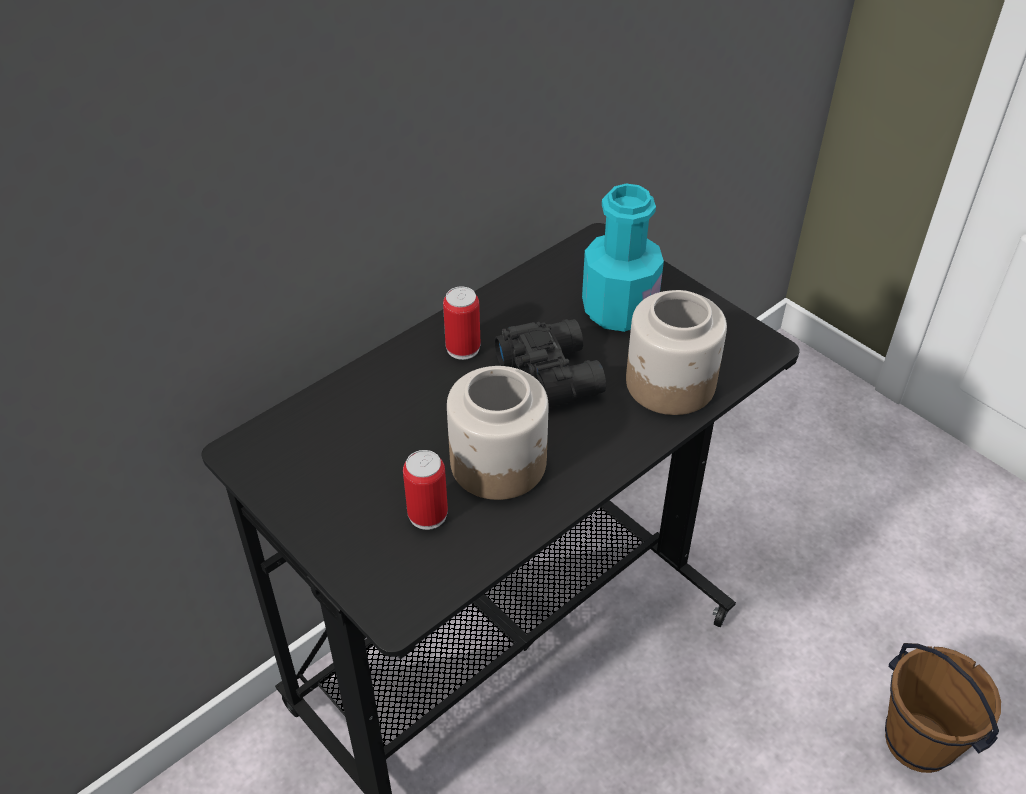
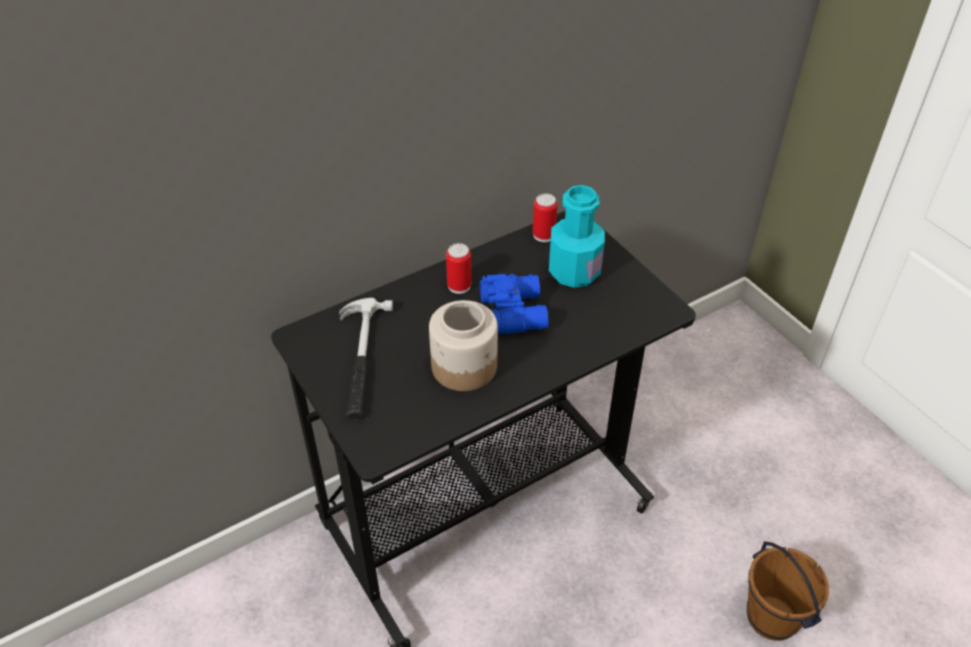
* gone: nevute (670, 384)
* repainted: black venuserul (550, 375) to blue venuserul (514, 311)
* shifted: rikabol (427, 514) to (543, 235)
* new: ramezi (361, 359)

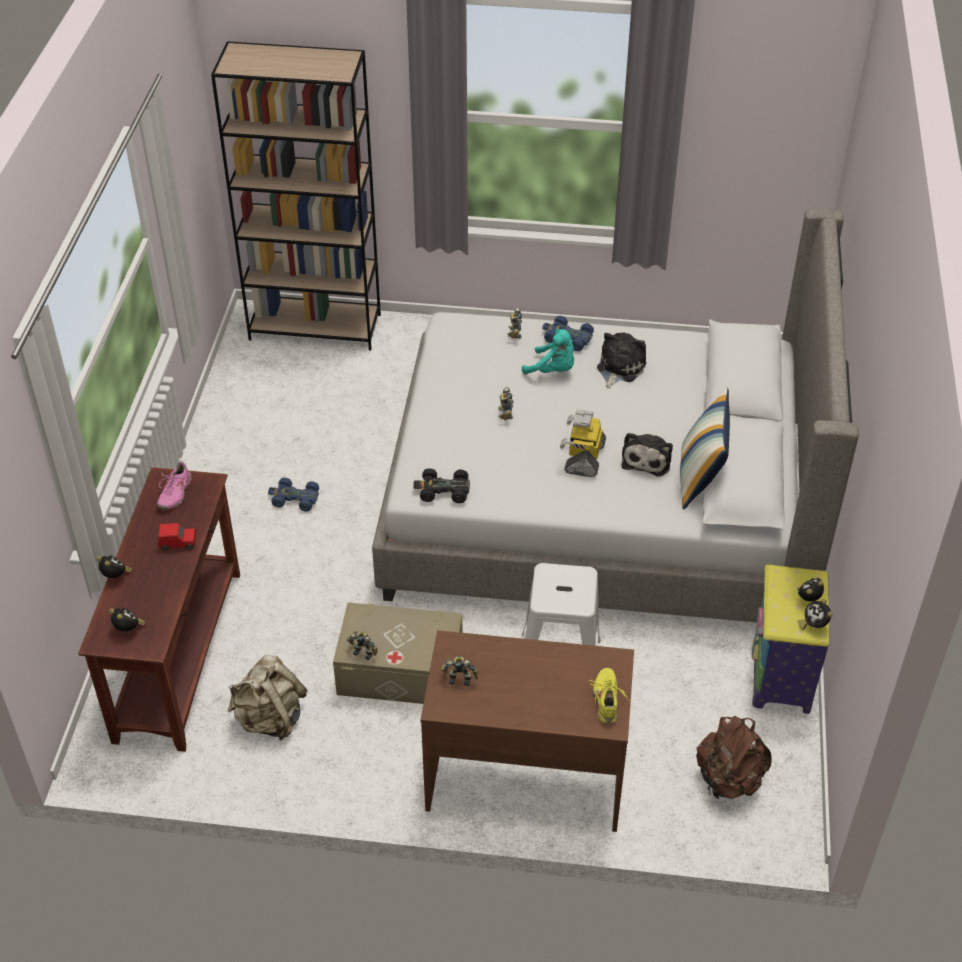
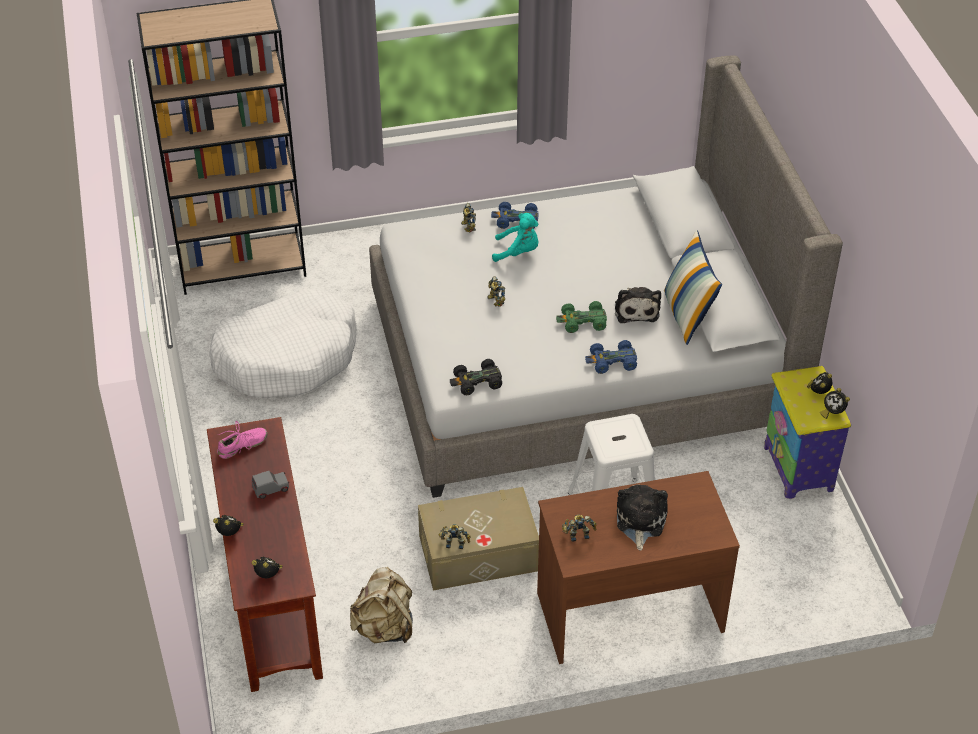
* shifted: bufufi (619, 368) to (640, 521)
* swapped: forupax (583, 457) to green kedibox (582, 322)
* rotated: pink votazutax (175, 493) = (242, 446) 120 degrees counterclockwise
* shifted: blue kedibox (294, 499) to (612, 362)
* repainted: red kedibox (178, 543) to grey kedibox (271, 489)
* gone: yellow votazutax (607, 699)
* gone: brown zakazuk (728, 779)
* new: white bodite (287, 357)

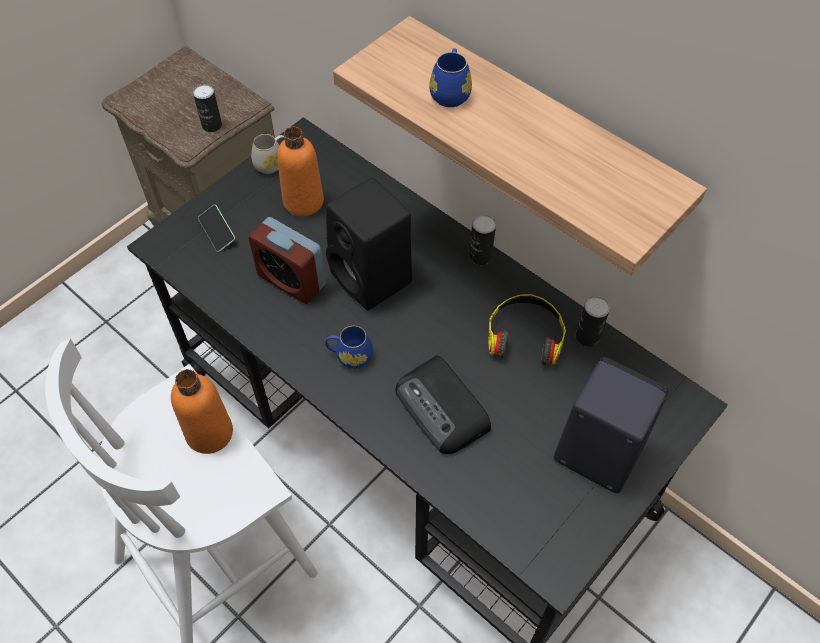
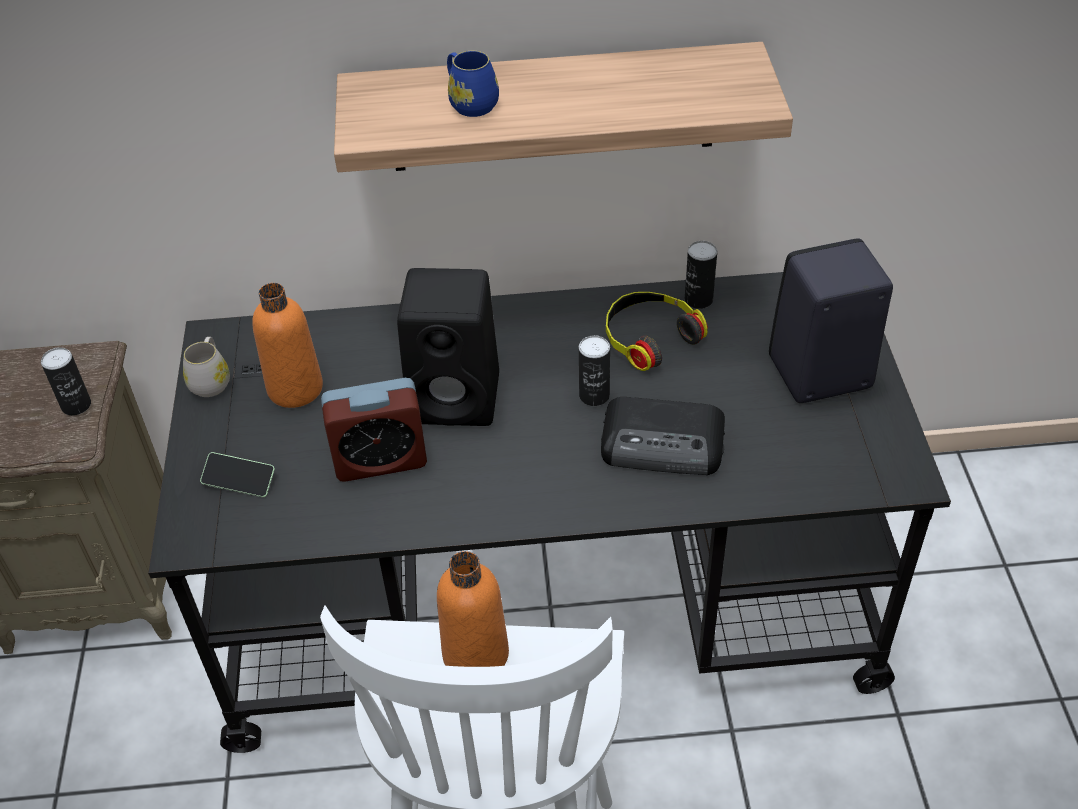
* shifted: rikabol (480, 256) to (594, 395)
* gone: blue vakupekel (350, 356)

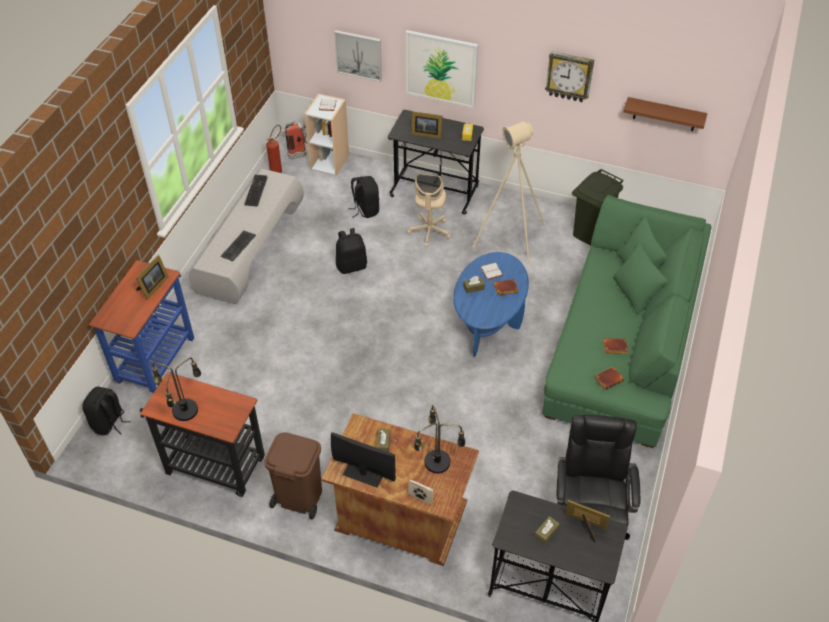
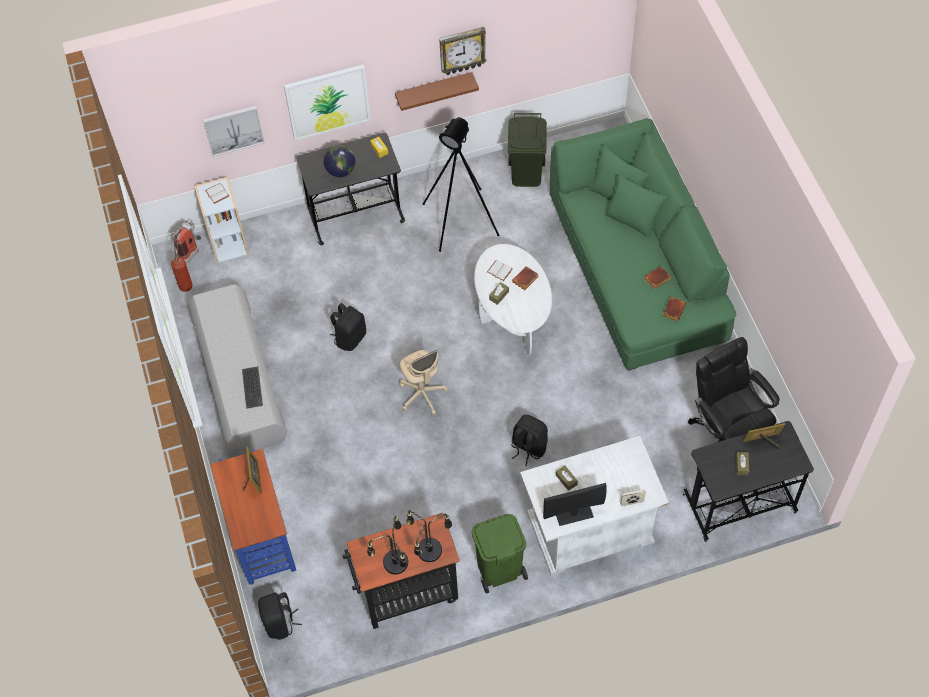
* shifted: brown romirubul (665, 114) to (434, 90)
* swapped: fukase (425, 133) to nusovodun (341, 170)
* repainted: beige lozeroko (508, 236) to black lozeroko (460, 220)
* shifted: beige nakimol (429, 232) to (422, 394)
* gone: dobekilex (255, 190)
* shifted: black zakazuk (365, 209) to (528, 447)
* repainted: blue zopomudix (488, 321) to white zopomudix (513, 314)
* shifted: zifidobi (437, 461) to (429, 550)
* repainted: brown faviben (401, 515) to white faviben (589, 526)
* repainted: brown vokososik (299, 497) to green vokososik (499, 569)

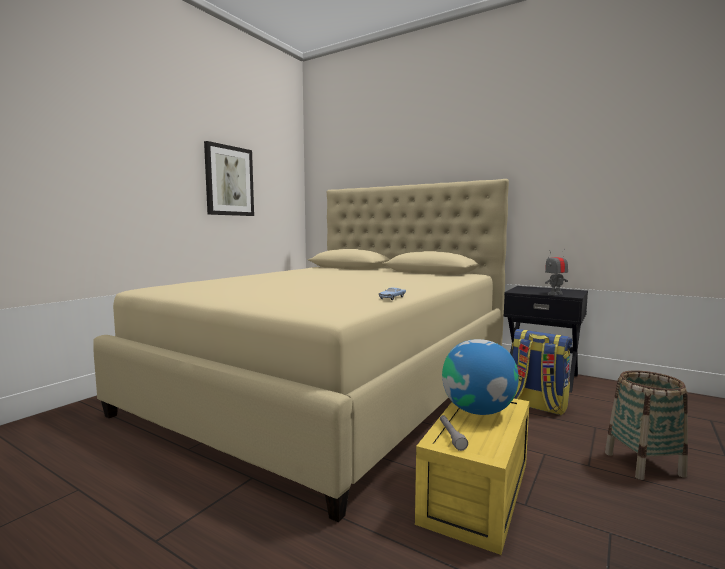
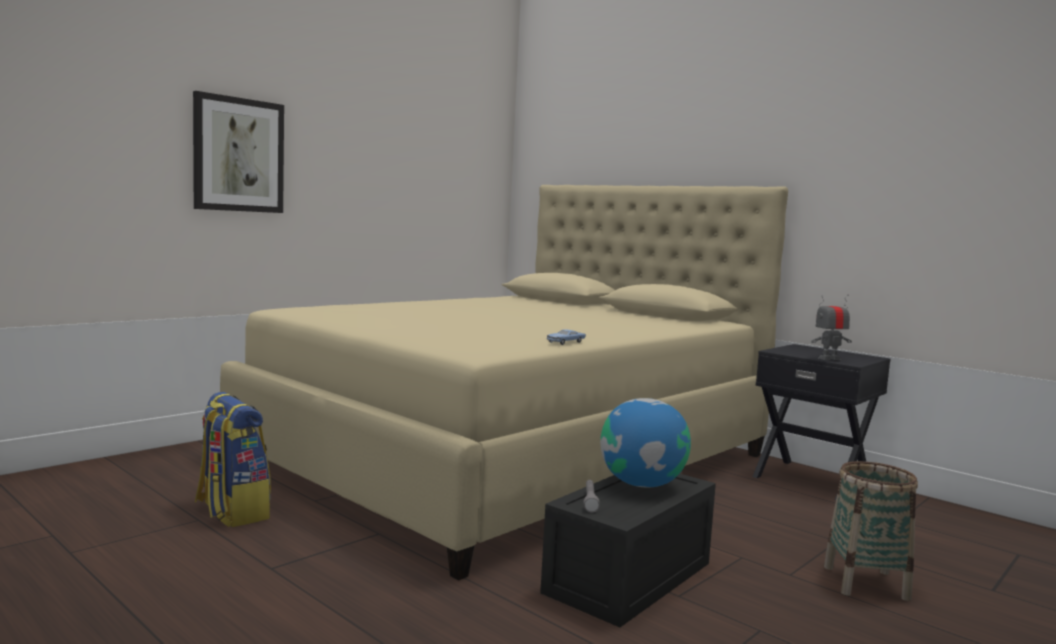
* shifted: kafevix (229, 181) to (238, 155)
* shifted: zakazuk (536, 405) to (231, 512)
* repainted: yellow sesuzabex (478, 493) to black sesuzabex (630, 579)

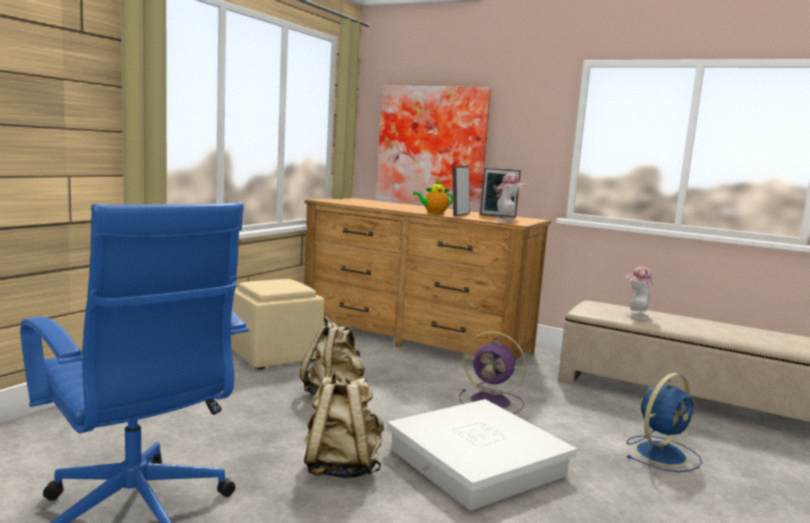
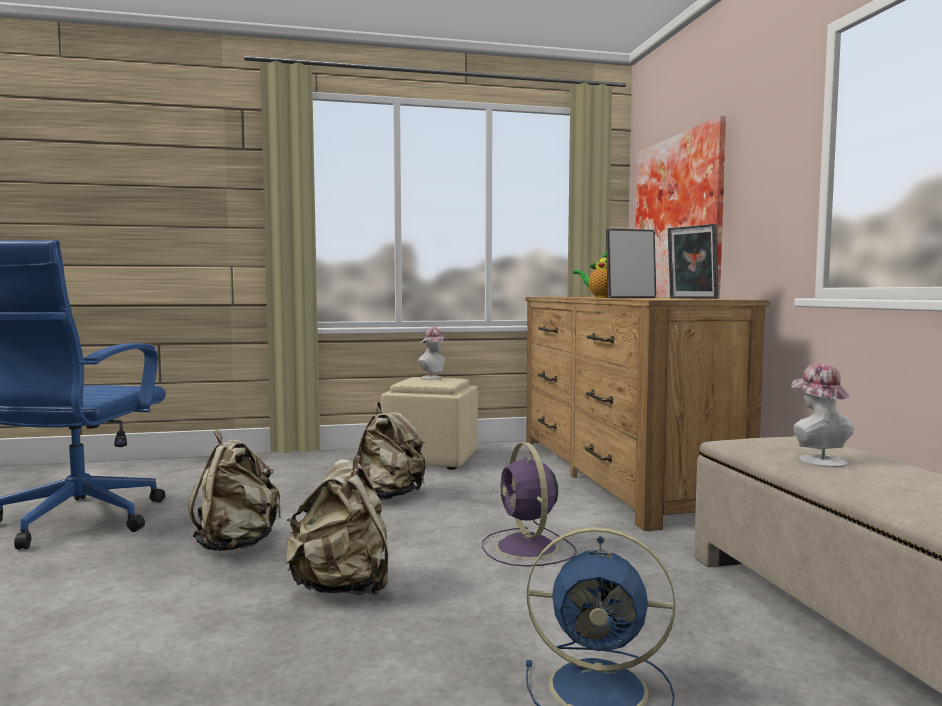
* shifted: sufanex (507, 221) to (434, 378)
* swapped: white sesuzabex (478, 463) to beige zakazuk (343, 587)

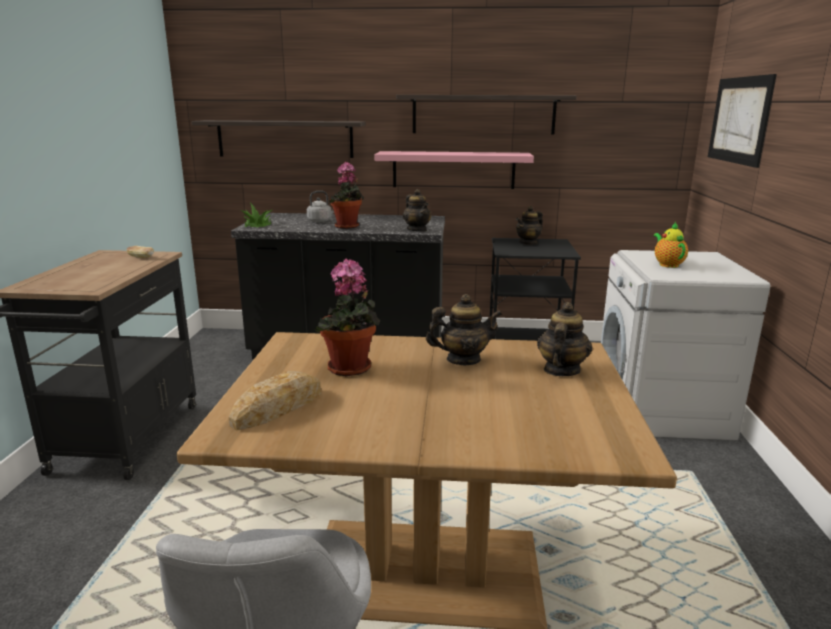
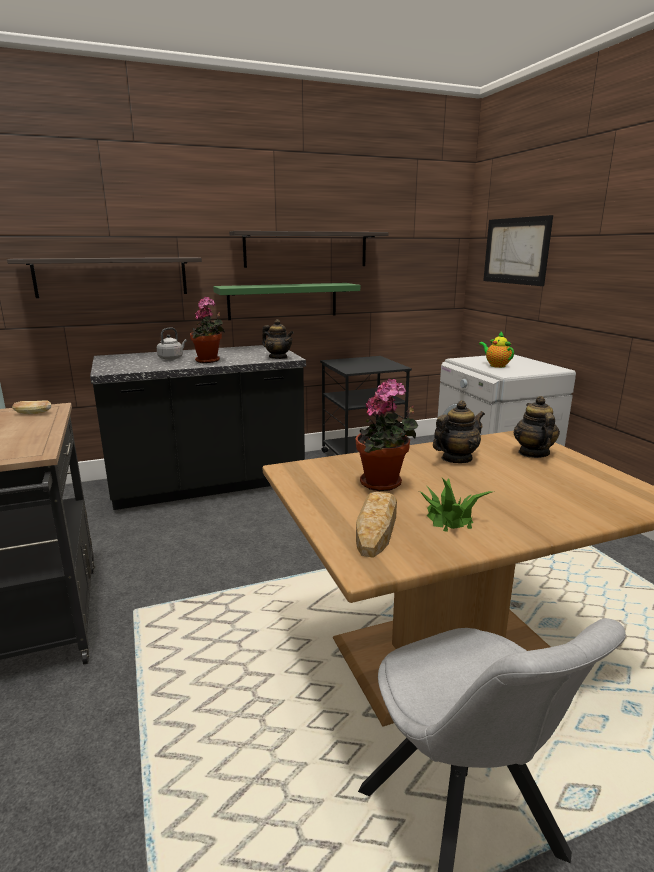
* repainted: pink romirubul (453, 170) to green romirubul (283, 301)
* shifted: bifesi (257, 225) to (449, 518)
* gone: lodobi (528, 243)

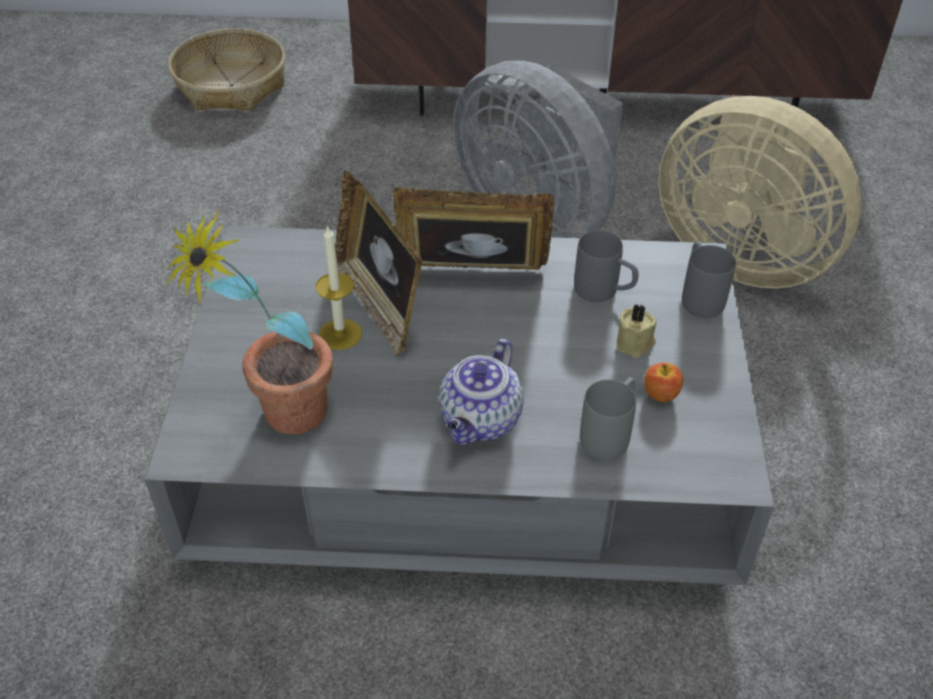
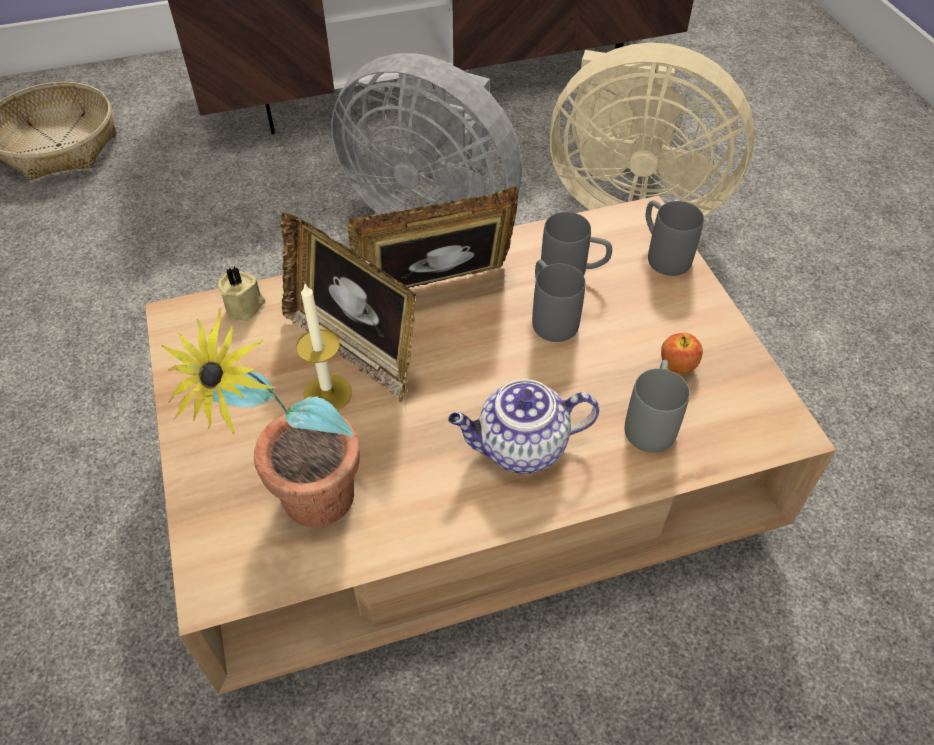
* repainted: grey zopomudix (466, 453) to brown zopomudix (466, 469)
* shifted: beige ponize (635, 343) to (245, 306)
* rotated: lodobi (481, 422) = (520, 448) 75 degrees clockwise
* new: grey vakupekel (550, 317)

